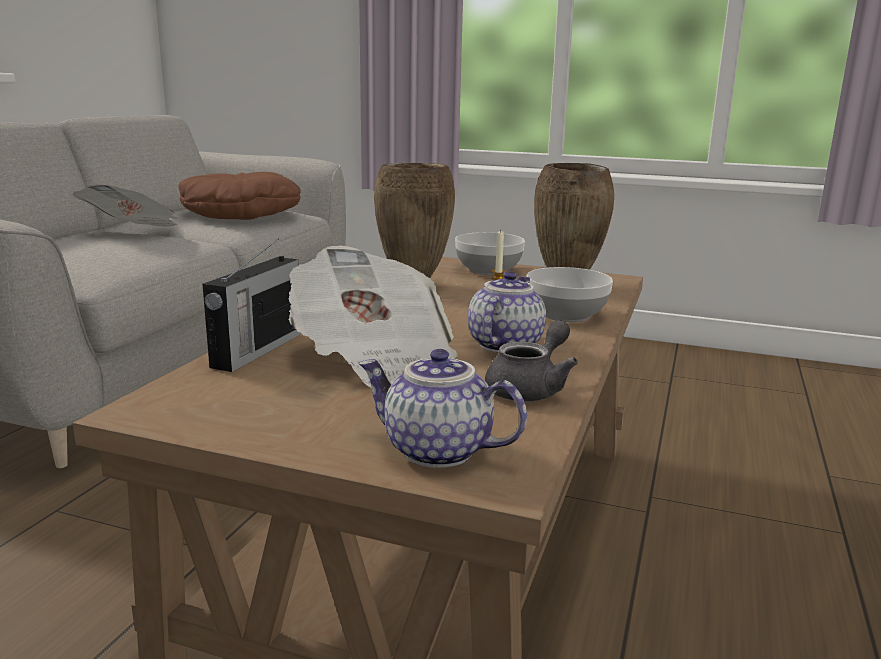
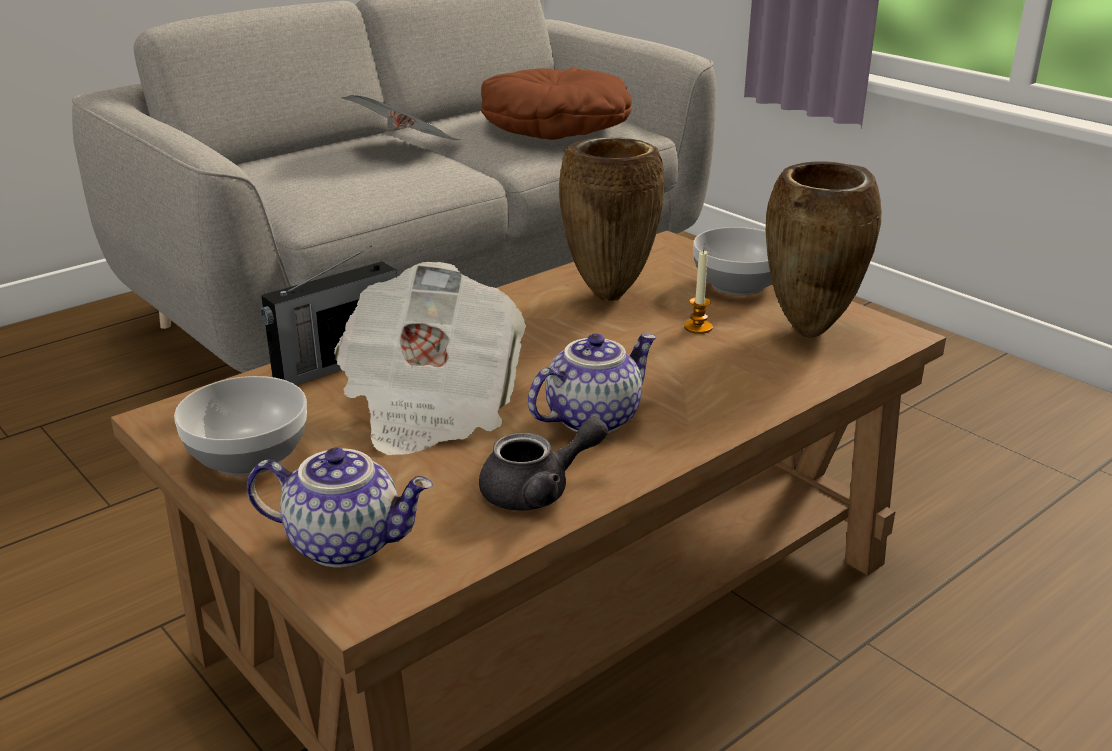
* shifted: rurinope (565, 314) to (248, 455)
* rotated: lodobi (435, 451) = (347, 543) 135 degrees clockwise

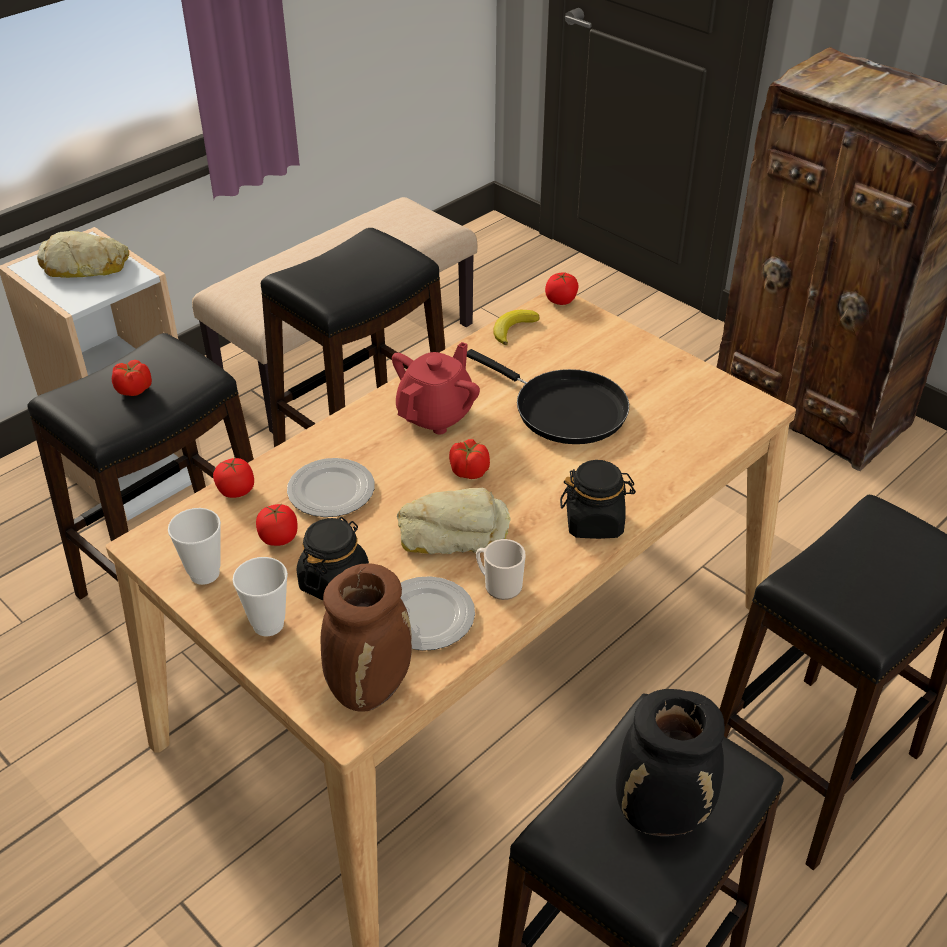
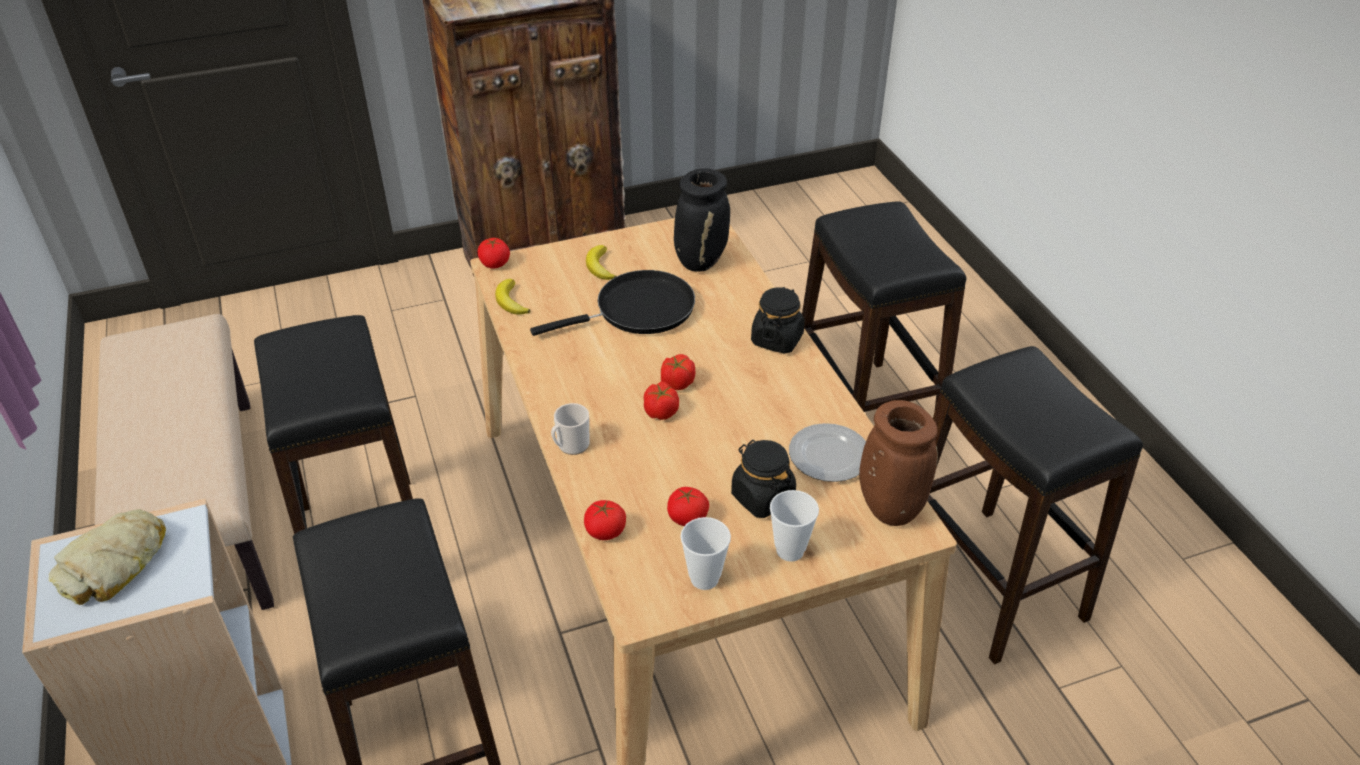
* gone: red lodobi (436, 414)
* shifted: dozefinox (134, 389) to (661, 411)
* gone: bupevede (330, 491)
* gone: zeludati (453, 531)
* shifted: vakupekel (499, 585) to (570, 446)
* shifted: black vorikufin (662, 815) to (700, 261)
* new: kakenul (600, 266)

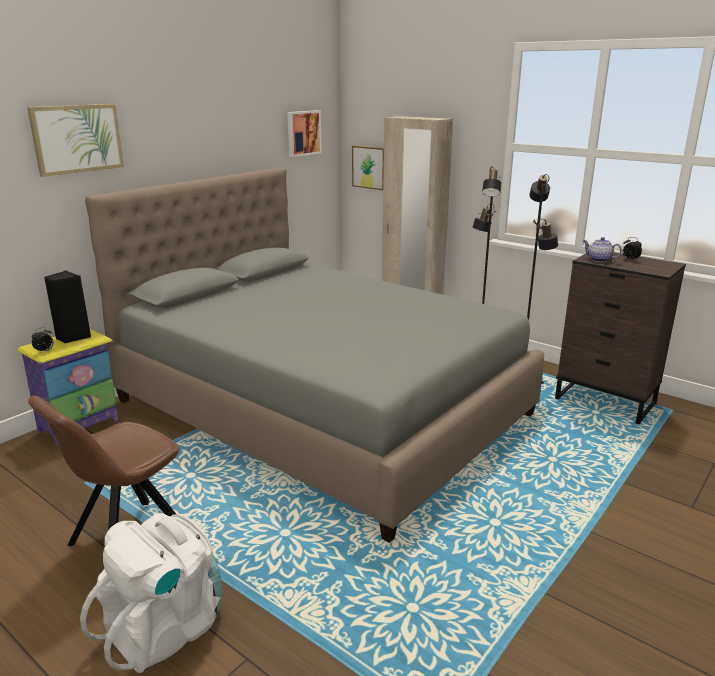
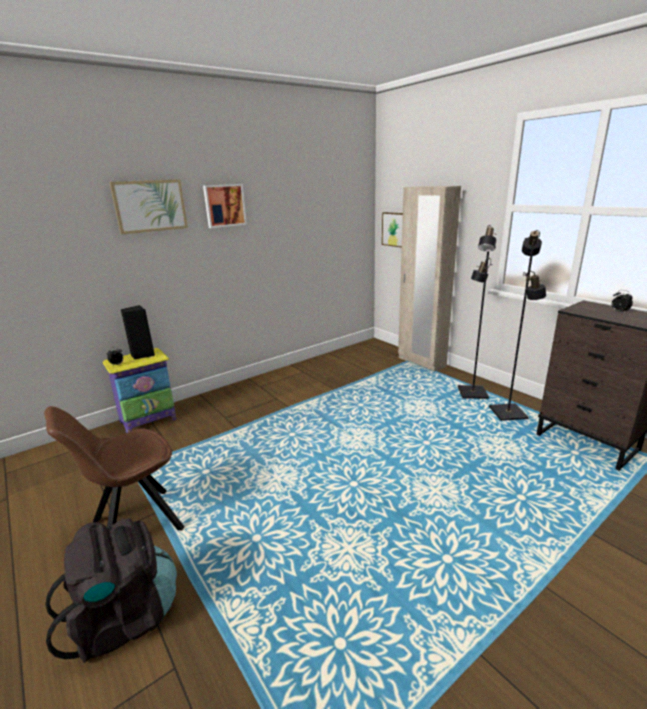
* shifted: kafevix (303, 133) to (224, 205)
* gone: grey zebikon (321, 407)
* gone: lodobi (599, 260)
* repainted: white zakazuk (165, 628) to black zakazuk (125, 618)

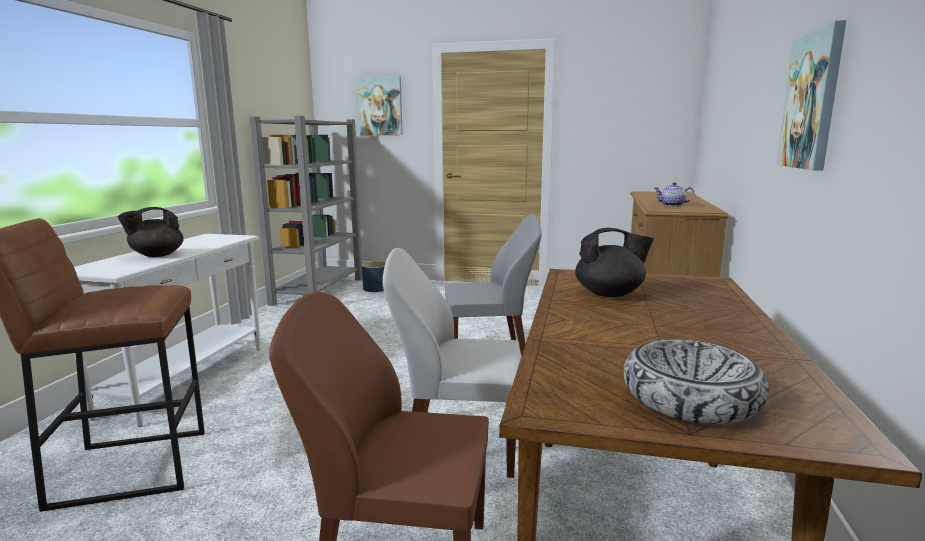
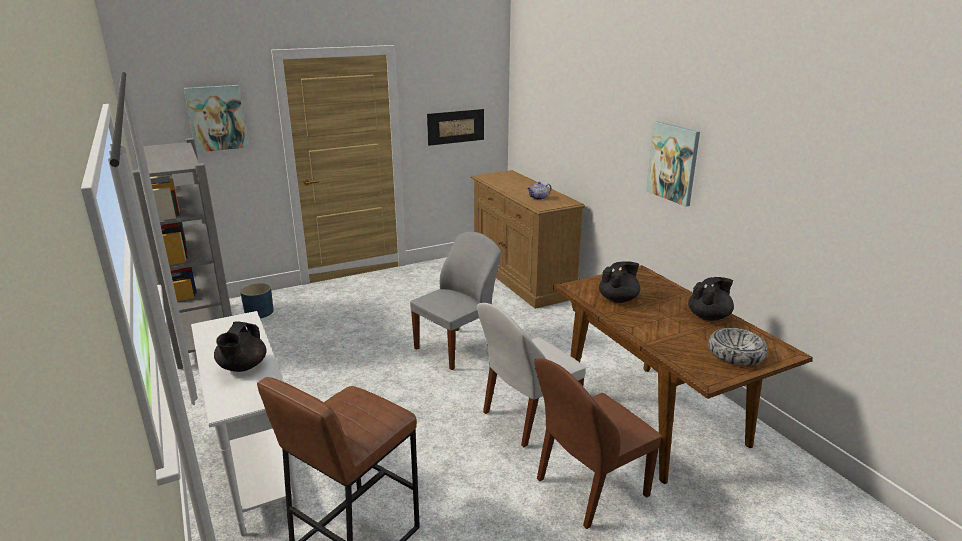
* new: kafevix (456, 127)
* new: black lodobi (709, 317)

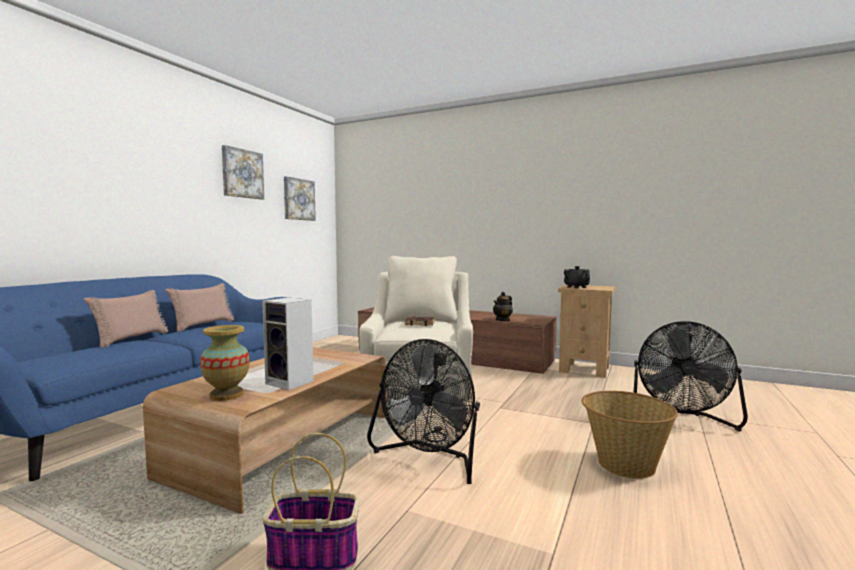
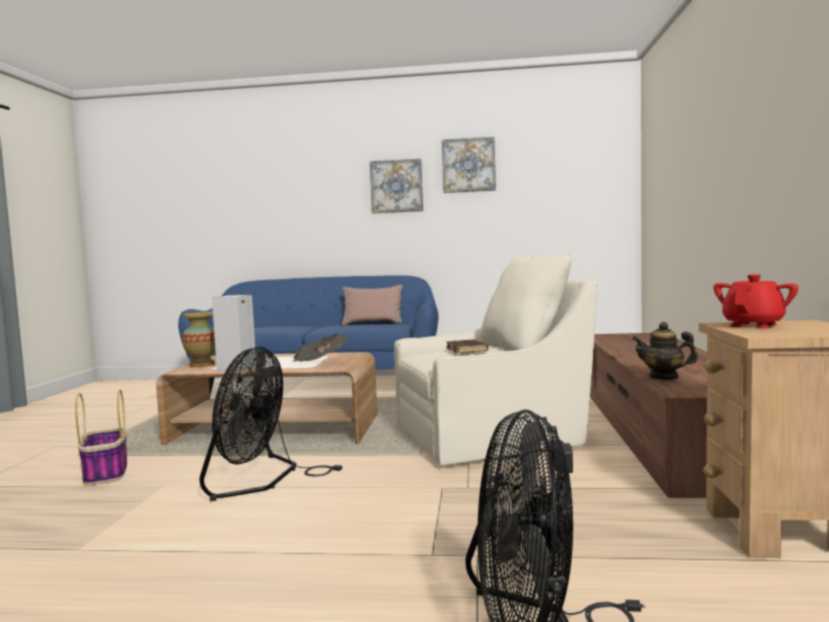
* shifted: kafevix (298, 199) to (396, 186)
* repainted: black lodobi (576, 287) to red lodobi (753, 325)
* gone: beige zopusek (131, 339)
* gone: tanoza (625, 464)
* new: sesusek (320, 364)

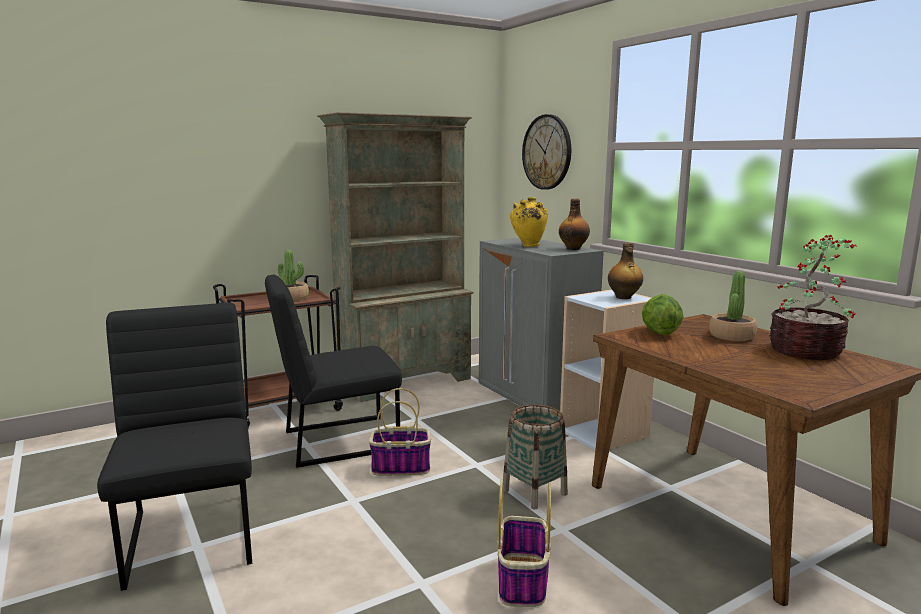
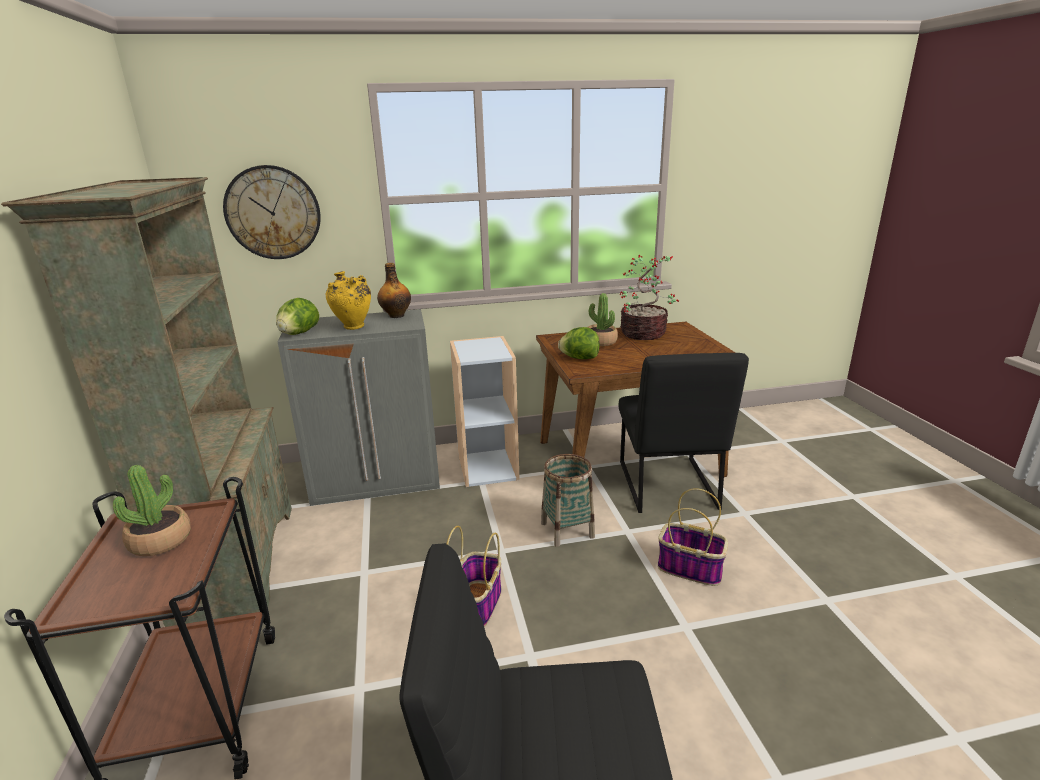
* gone: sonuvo (623, 297)
* shifted: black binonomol (337, 441) to (667, 486)
* new: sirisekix (299, 333)

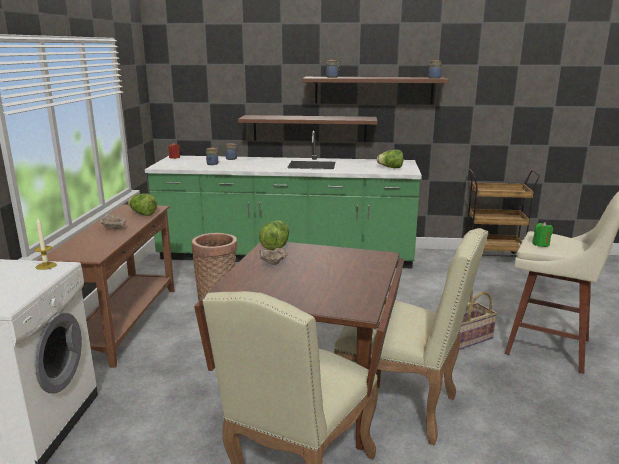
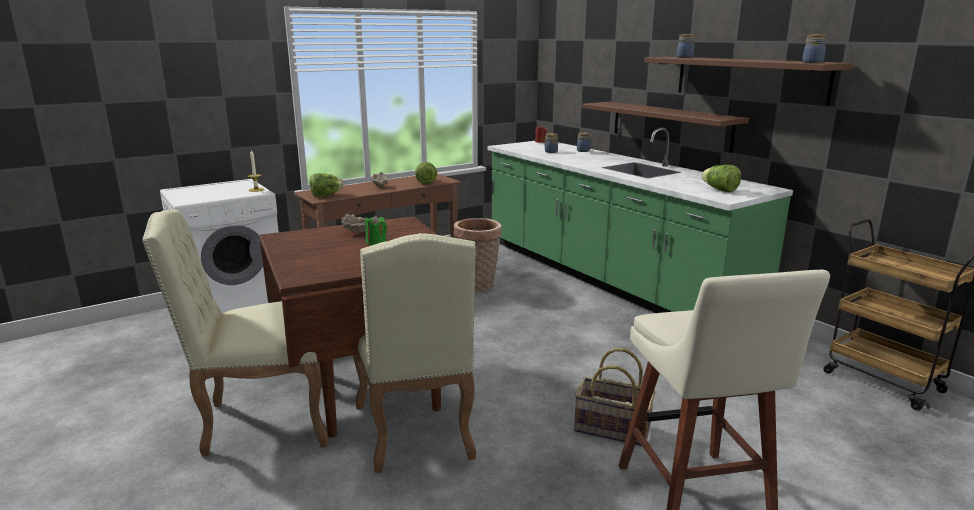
* shifted: sirisekix (275, 246) to (326, 195)
* shifted: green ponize (541, 244) to (376, 243)

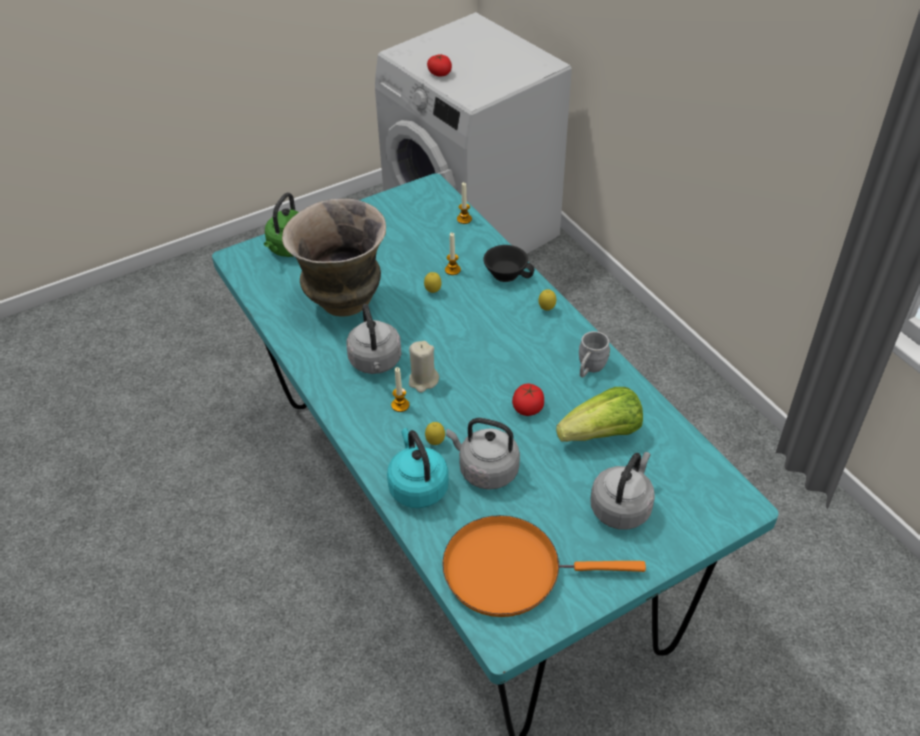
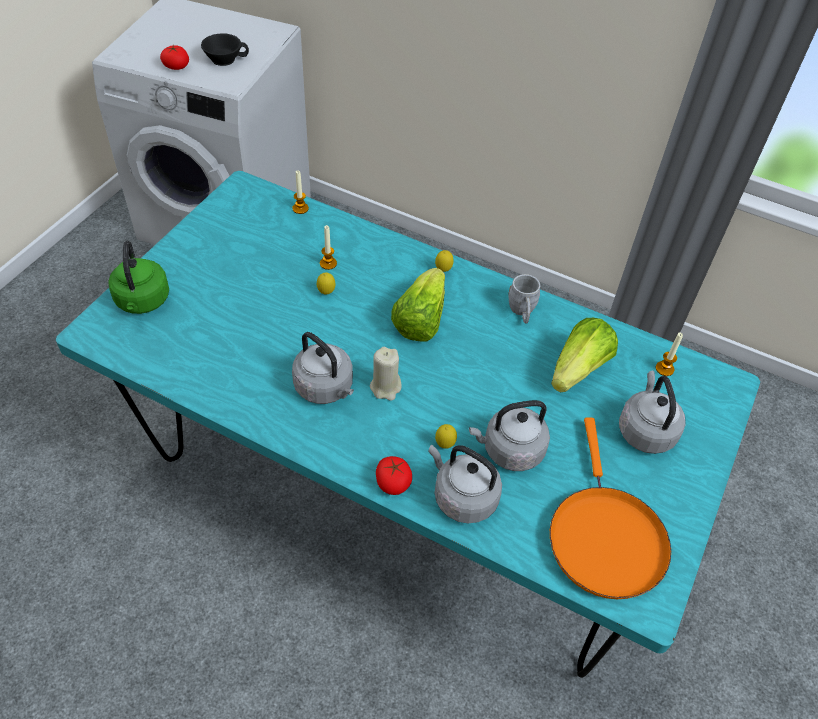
* gone: vorikufin (343, 303)
* shifted: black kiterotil (507, 272) to (224, 58)
* shifted: ponize (400, 405) to (664, 369)
* shifted: dozefinox (528, 408) to (393, 482)
* repainted: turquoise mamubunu (417, 486) to grey mamubunu (462, 497)
* rotated: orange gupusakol (510, 570) = (604, 537) 60 degrees counterclockwise
* new: sirisekix (420, 320)

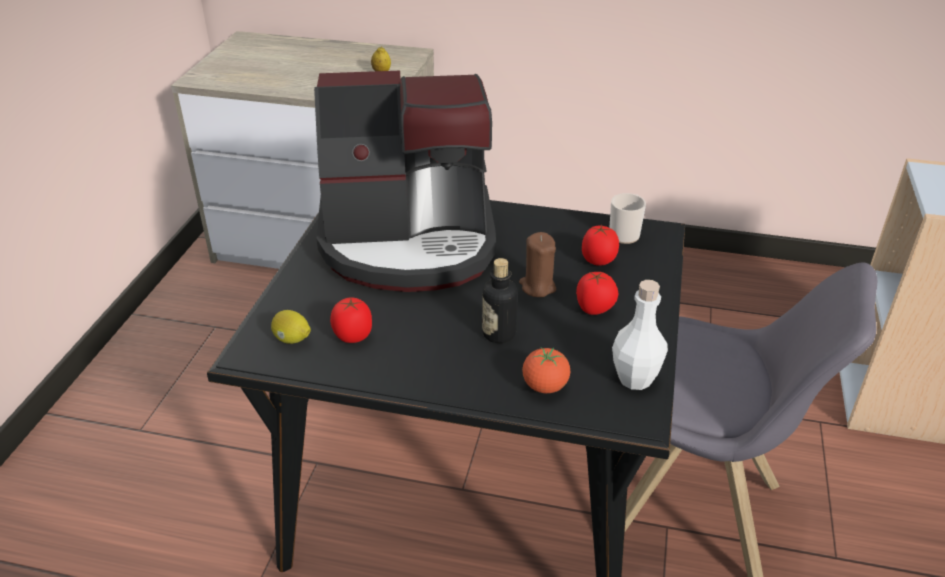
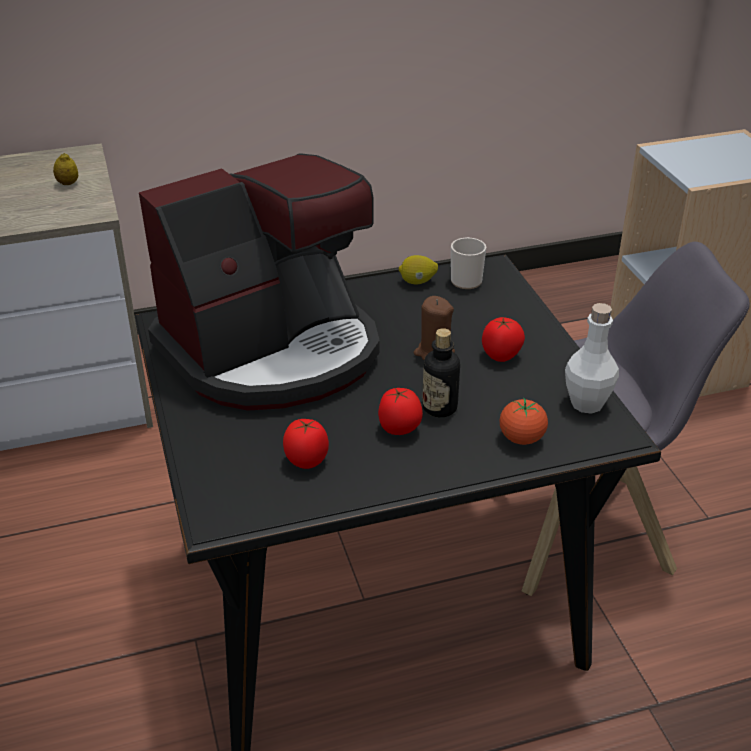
* shifted: dozefinox (598, 261) to (399, 429)
* shifted: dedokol (292, 340) to (417, 282)

